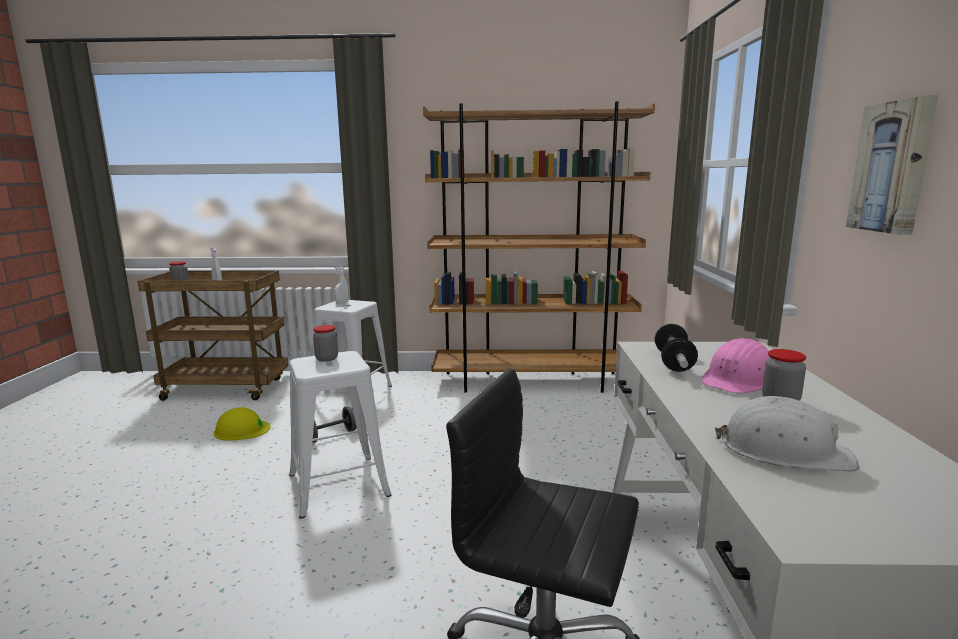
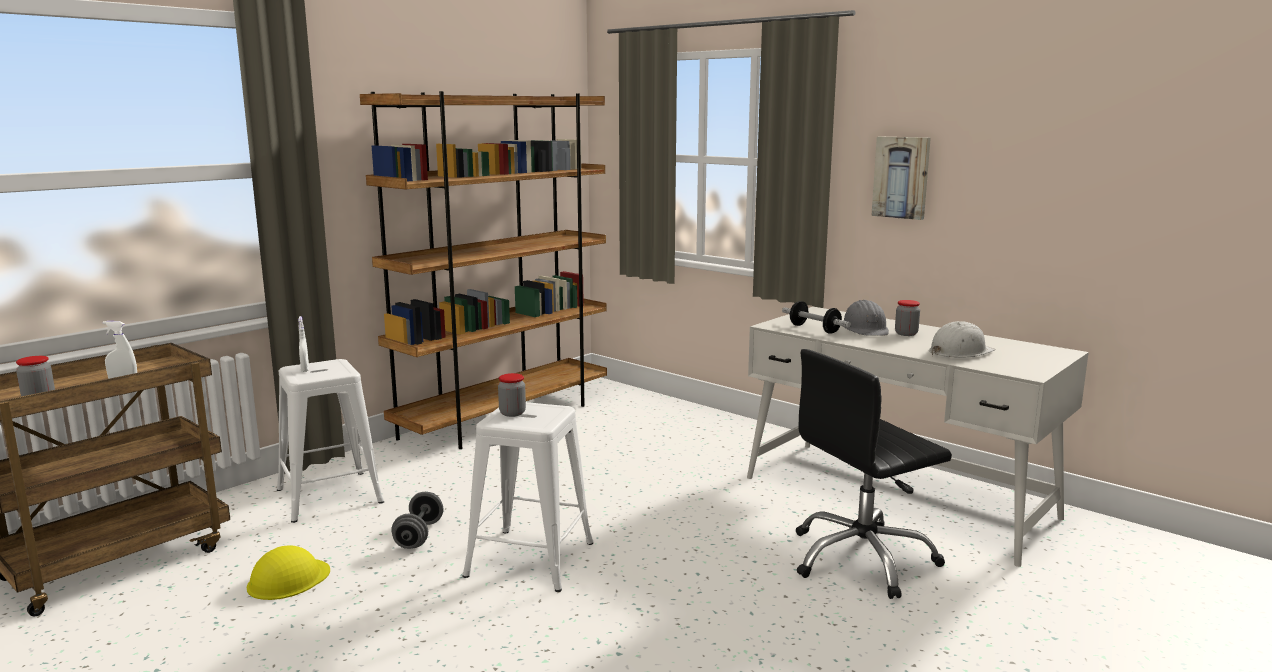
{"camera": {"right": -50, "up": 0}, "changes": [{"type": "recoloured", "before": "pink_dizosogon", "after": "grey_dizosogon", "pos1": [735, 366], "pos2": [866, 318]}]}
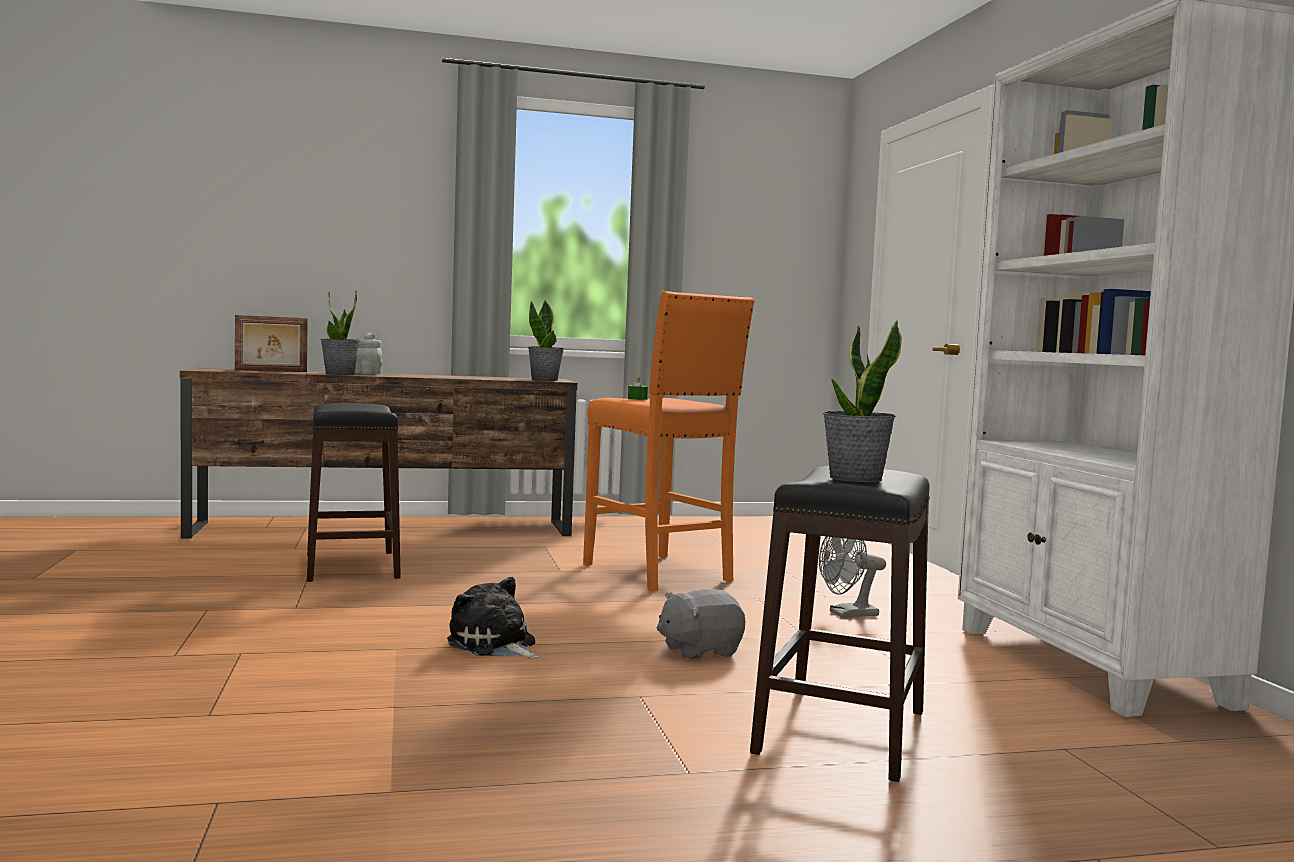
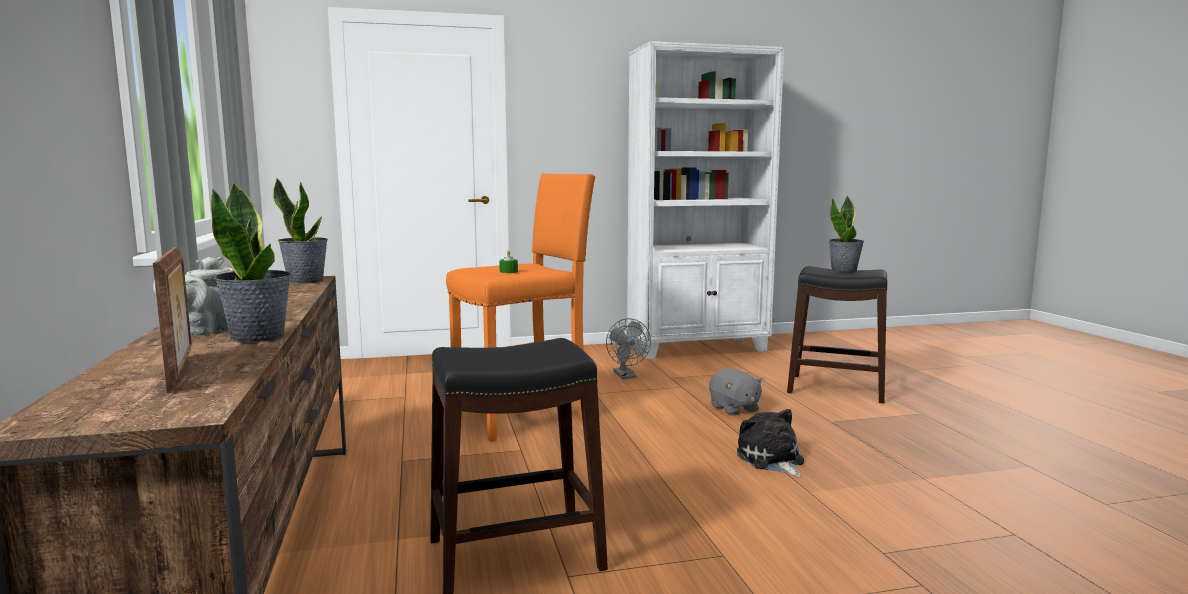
{"camera": {"right": -90, "up": 5}, "changes": [{"type": "turned", "before": "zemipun", "pos1": [492, 617], "pos2": [770, 443], "turn": 120}]}
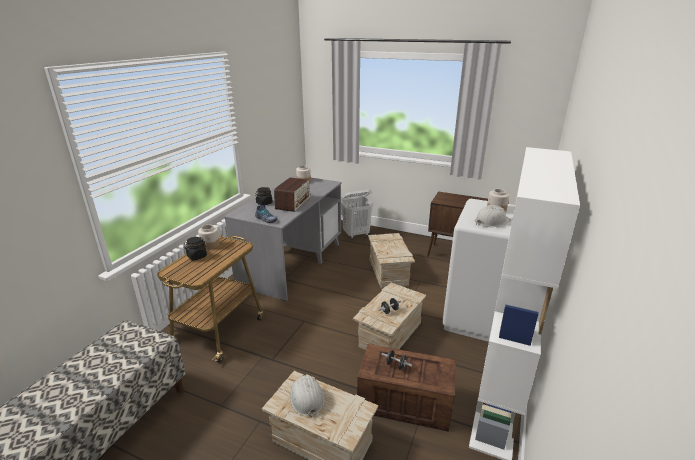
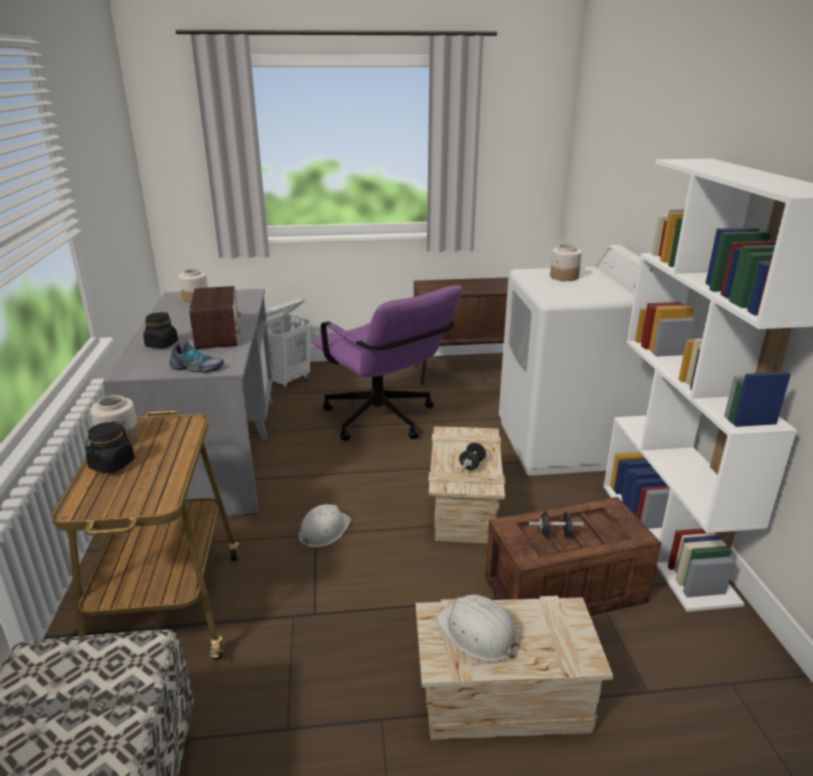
{"camera": {"right": -30, "up": 0}, "changes": [{"type": "moved", "before": "white_dizosogon", "pos1": [493, 216], "pos2": [325, 525]}, {"type": "replaced", "before": "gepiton", "after": "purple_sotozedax", "pos1": [391, 260], "pos2": [387, 363]}]}
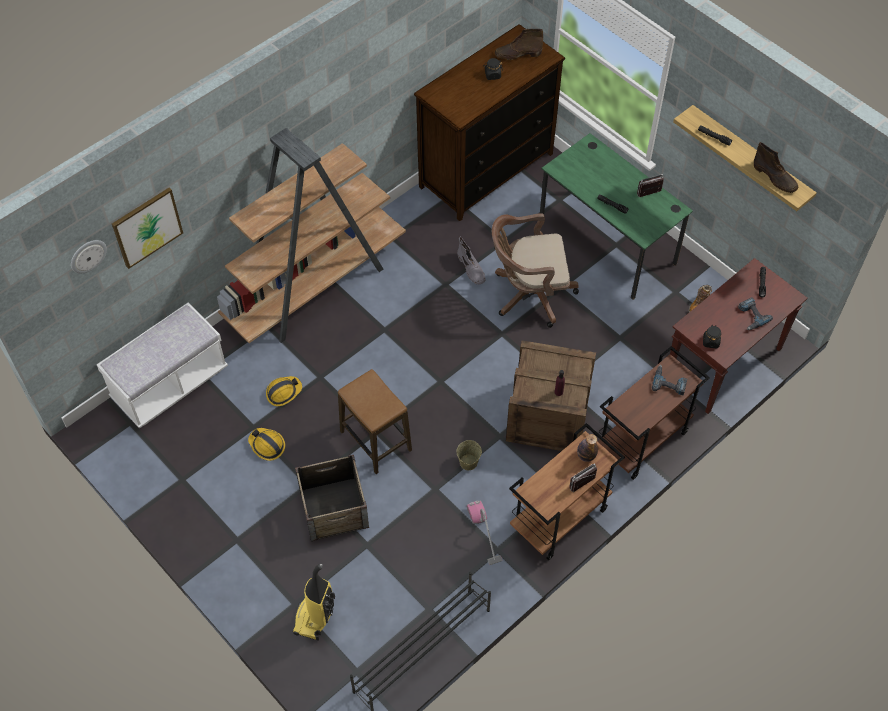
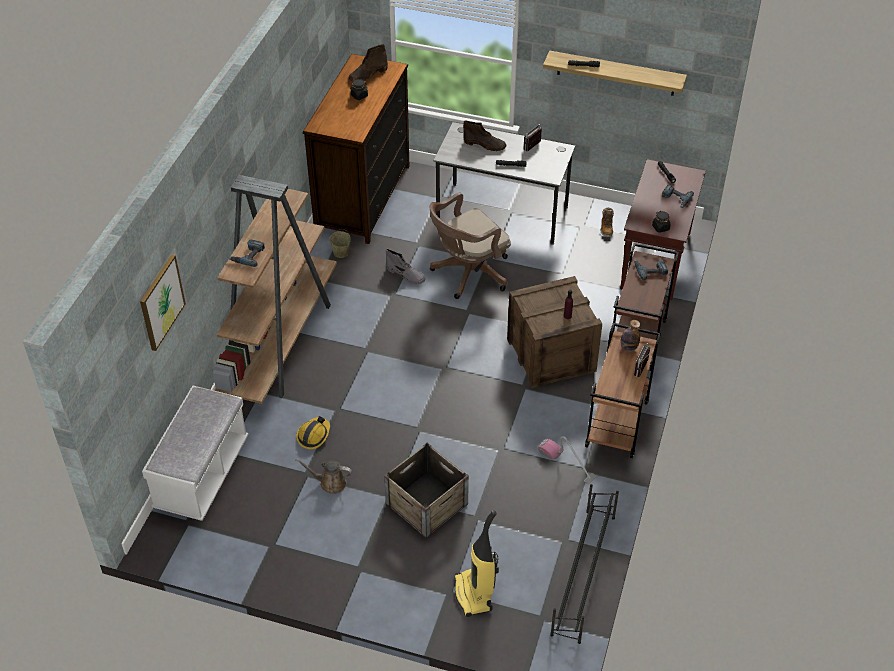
{"camera": {"right": -30, "up": -10}, "changes": [{"type": "recoloured", "before": "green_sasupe", "after": "grey_sasupe", "pos1": [616, 216], "pos2": [504, 183]}, {"type": "moved", "before": "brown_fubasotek", "pos1": [776, 167], "pos2": [484, 136]}, {"type": "removed", "before": "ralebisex", "pos1": [89, 257]}, {"type": "removed", "before": "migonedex", "pos1": [375, 421]}, {"type": "replaced", "before": "dizosogon", "after": "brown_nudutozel", "pos1": [266, 444], "pos2": [323, 476]}, {"type": "moved", "before": "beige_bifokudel", "pos1": [469, 455], "pos2": [340, 243]}, {"type": "added", "after": "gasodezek", "pos2": [247, 253]}]}
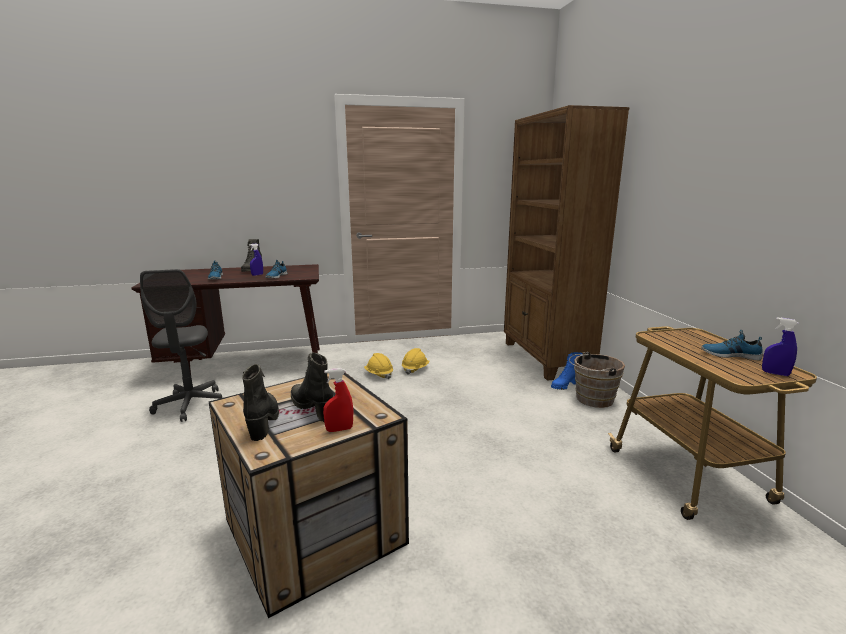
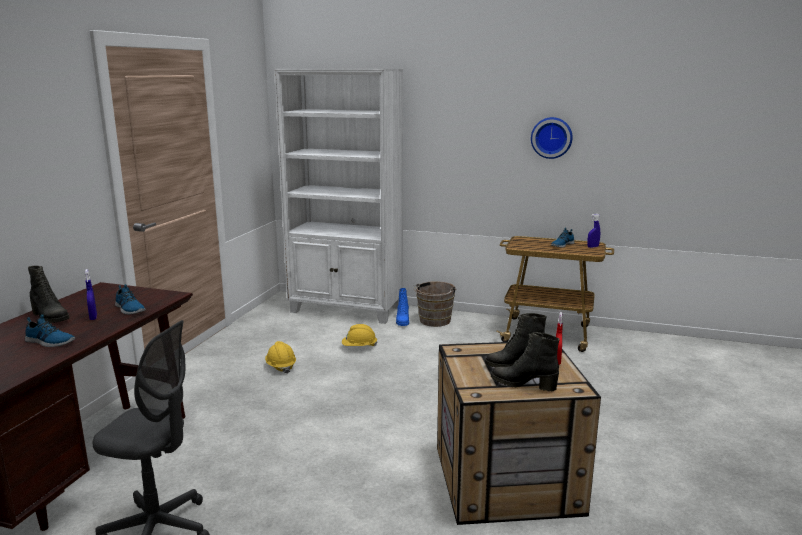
{"camera": {"right": -60, "up": 0}, "changes": [{"type": "recoloured", "before": "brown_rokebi", "after": "white_rokebi", "pos1": [566, 243], "pos2": [338, 196]}, {"type": "moved", "before": "yellow_dizosogon", "pos1": [378, 366], "pos2": [360, 335]}, {"type": "added", "after": "ralebisex", "pos2": [552, 138]}]}
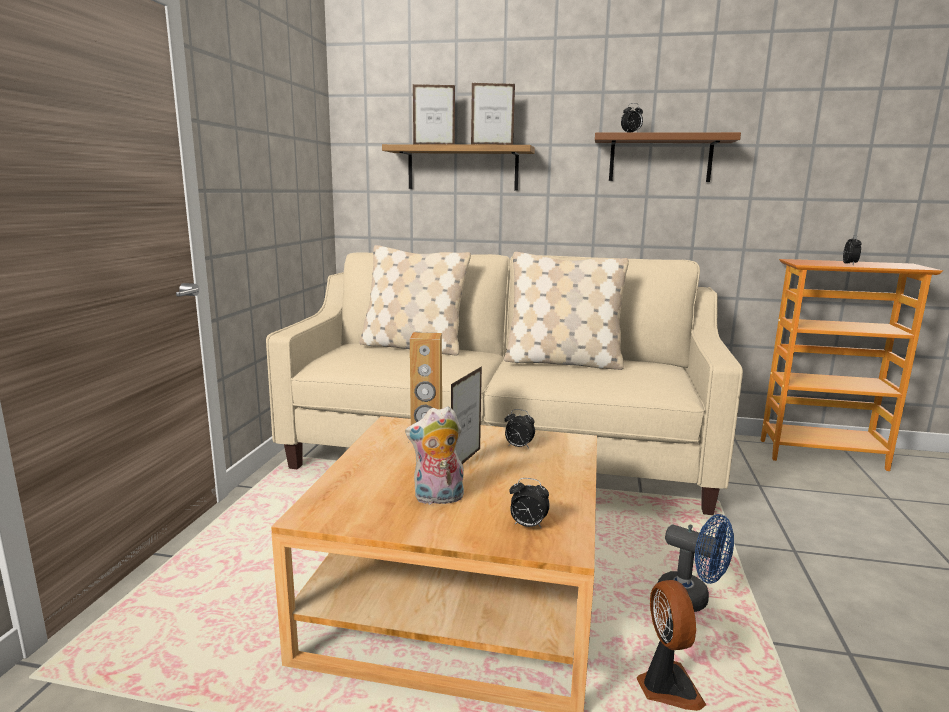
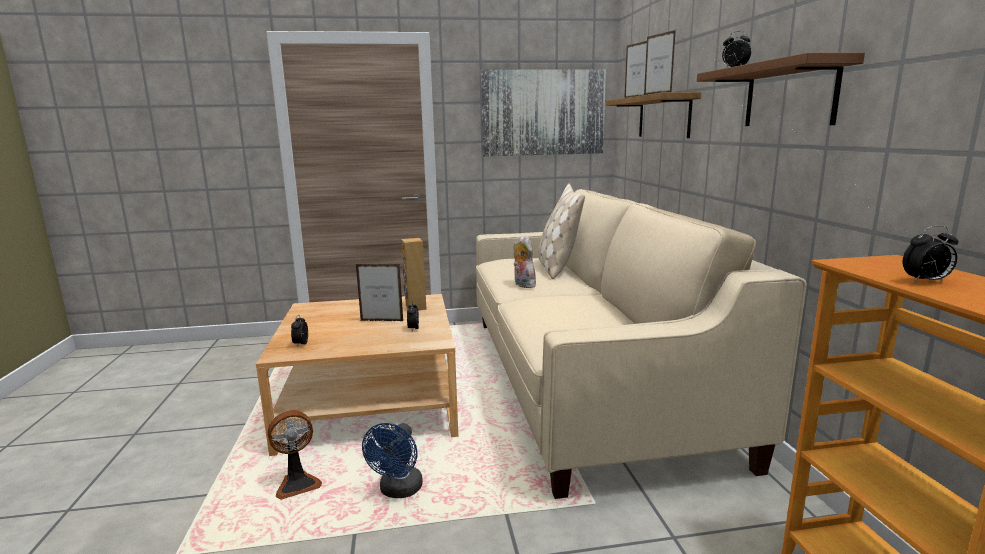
{"camera": {"right": 70, "up": 0}, "changes": [{"type": "removed", "before": "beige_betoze", "pos1": [566, 311]}, {"type": "moved", "before": "zemipun", "pos1": [434, 456], "pos2": [525, 262]}, {"type": "added", "after": "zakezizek", "pos2": [543, 113]}]}
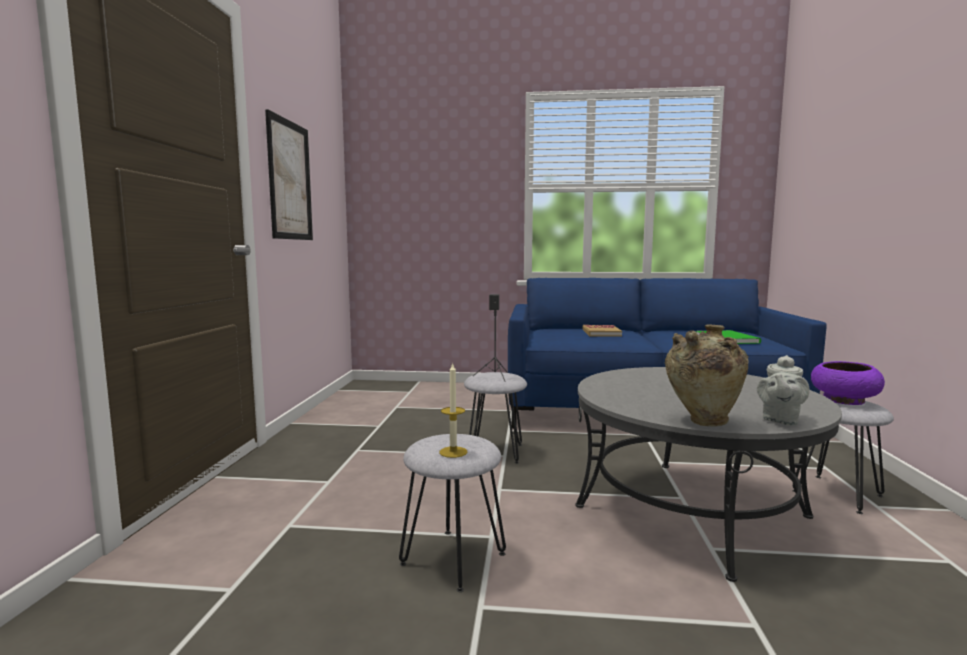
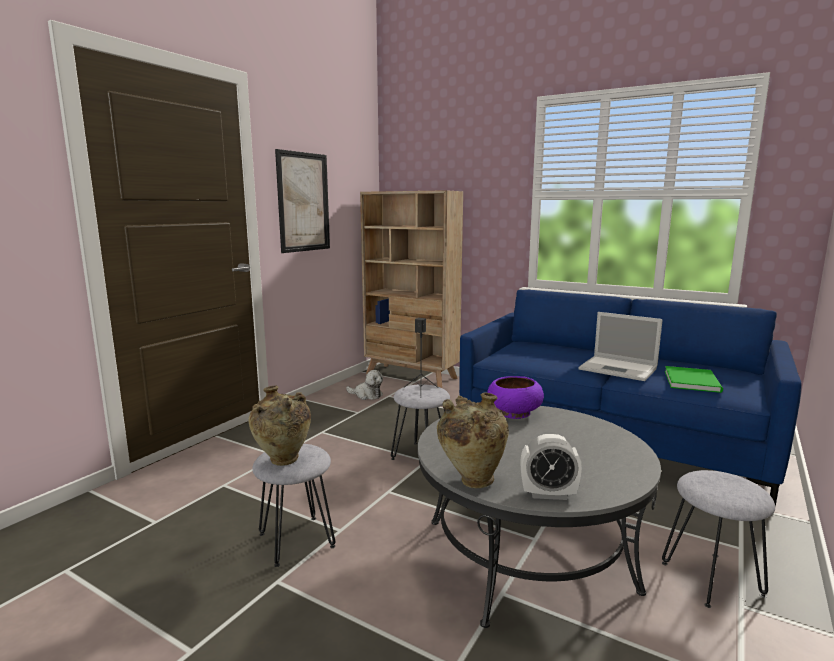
{"camera": {"right": 25, "up": 5}, "changes": [{"type": "removed", "before": "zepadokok", "pos1": [602, 331]}, {"type": "replaced", "before": "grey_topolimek", "after": "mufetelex", "pos1": [783, 390], "pos2": [551, 467]}, {"type": "moved", "before": "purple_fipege", "pos1": [848, 383], "pos2": [515, 397]}, {"type": "replaced", "before": "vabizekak", "after": "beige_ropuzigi", "pos1": [453, 410], "pos2": [280, 426]}, {"type": "added", "after": "beige_rokebi", "pos2": [411, 289]}, {"type": "added", "after": "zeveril", "pos2": [621, 346]}, {"type": "added", "after": "zemipun", "pos2": [364, 385]}]}
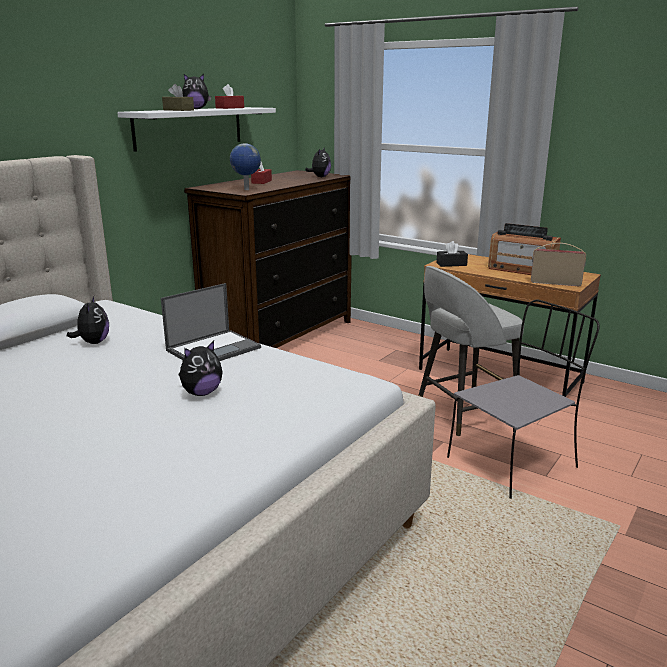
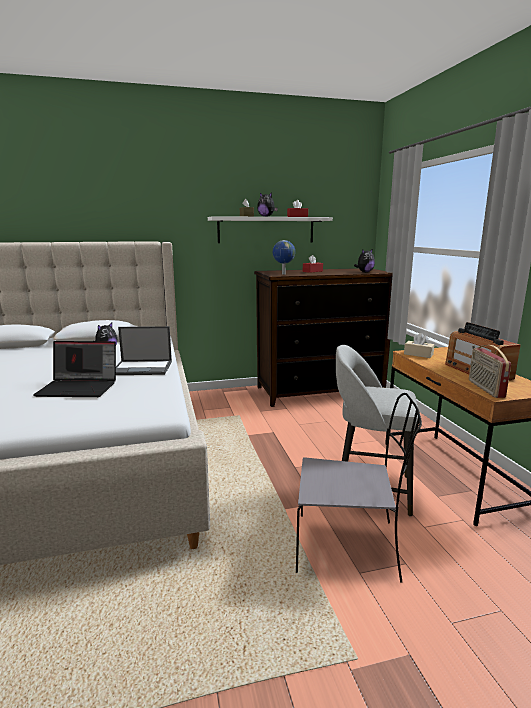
{"camera": {"right": 40, "up": -5}, "changes": [{"type": "recoloured", "before": "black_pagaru", "after": "beige_pagaru", "pos1": [452, 254], "pos2": [419, 345]}, {"type": "turned", "before": "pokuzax", "pos1": [558, 264], "pos2": [490, 371], "turn": -150}, {"type": "replaced", "before": "zemipun", "after": "zeveril", "pos1": [200, 368], "pos2": [74, 369]}]}
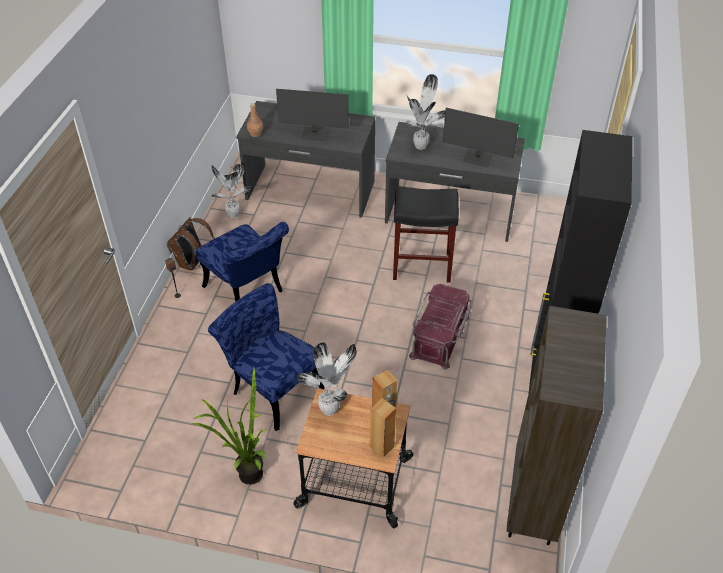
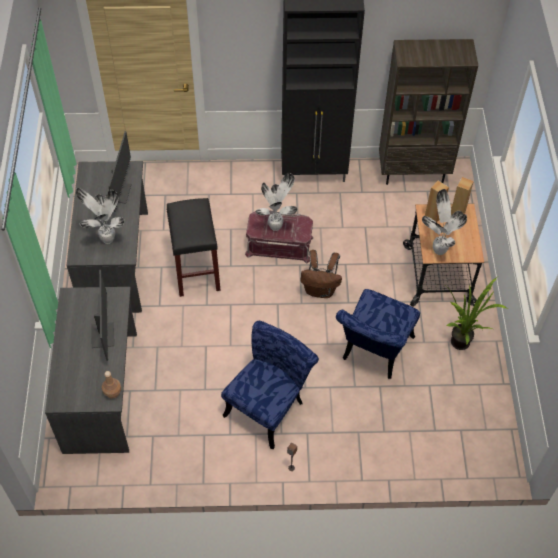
{"camera": {"right": -105, "up": 10}, "changes": [{"type": "moved", "before": "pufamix", "pos1": [231, 191], "pos2": [276, 202]}, {"type": "moved", "before": "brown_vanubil", "pos1": [191, 243], "pos2": [321, 274]}]}
